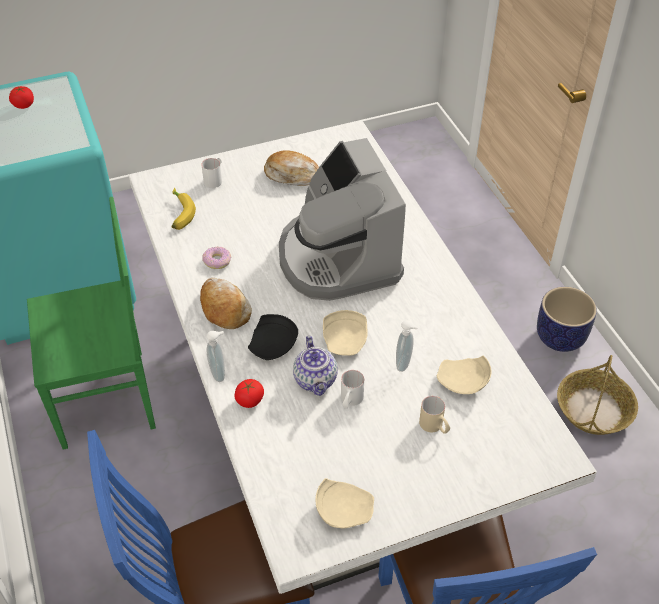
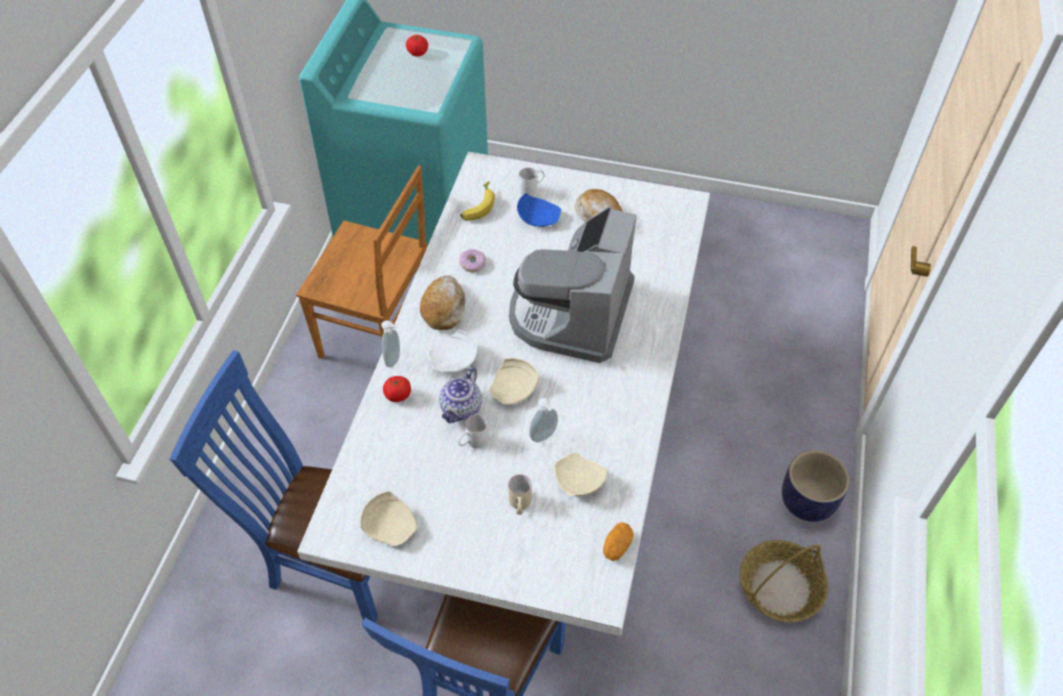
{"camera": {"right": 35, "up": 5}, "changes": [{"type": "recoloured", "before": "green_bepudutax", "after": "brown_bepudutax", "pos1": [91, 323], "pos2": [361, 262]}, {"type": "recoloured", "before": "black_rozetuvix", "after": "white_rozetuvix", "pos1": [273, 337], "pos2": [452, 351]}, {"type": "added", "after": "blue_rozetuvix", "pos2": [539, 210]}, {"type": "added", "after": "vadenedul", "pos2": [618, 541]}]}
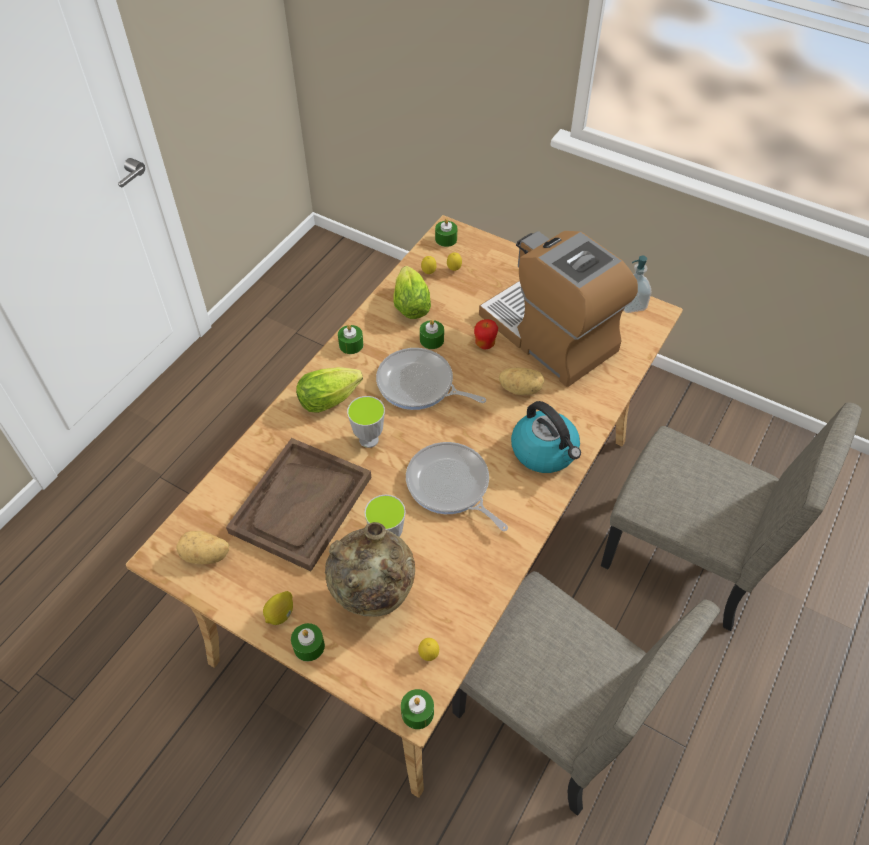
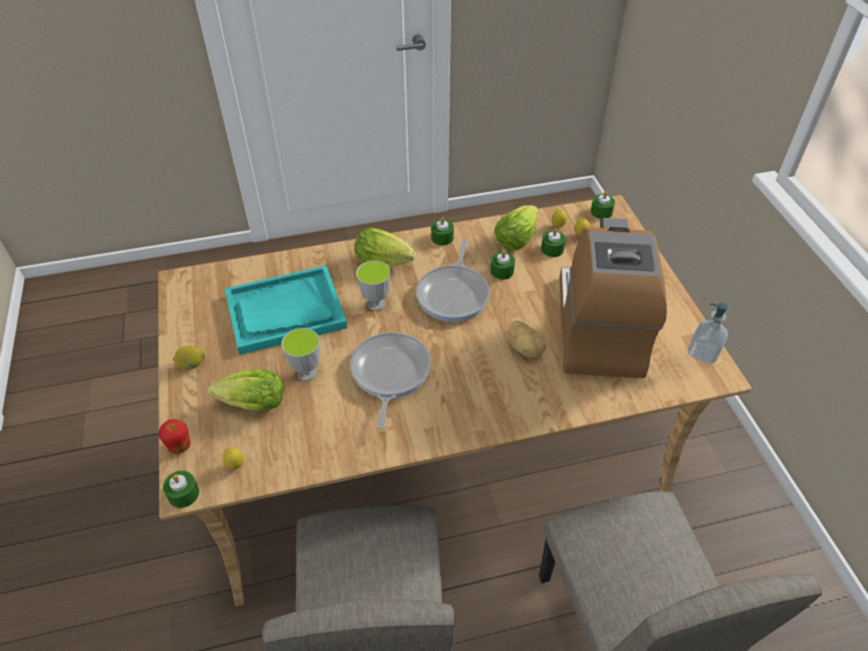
{"camera": {"right": 45, "up": -5}, "changes": [{"type": "moved", "before": "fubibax", "pos1": [486, 334], "pos2": [174, 436]}, {"type": "turned", "before": "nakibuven", "pos1": [431, 379], "pos2": [453, 281], "turn": -150}, {"type": "removed", "before": "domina", "pos1": [546, 437]}, {"type": "recoloured", "before": "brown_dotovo", "after": "turquoise_dotovo", "pos1": [298, 504], "pos2": [286, 310]}, {"type": "replaced", "before": "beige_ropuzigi", "after": "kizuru", "pos1": [370, 569], "pos2": [246, 390]}, {"type": "removed", "before": "vadenedul", "pos1": [202, 547]}, {"type": "moved", "before": "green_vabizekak", "pos1": [308, 642], "pos2": [553, 242]}]}
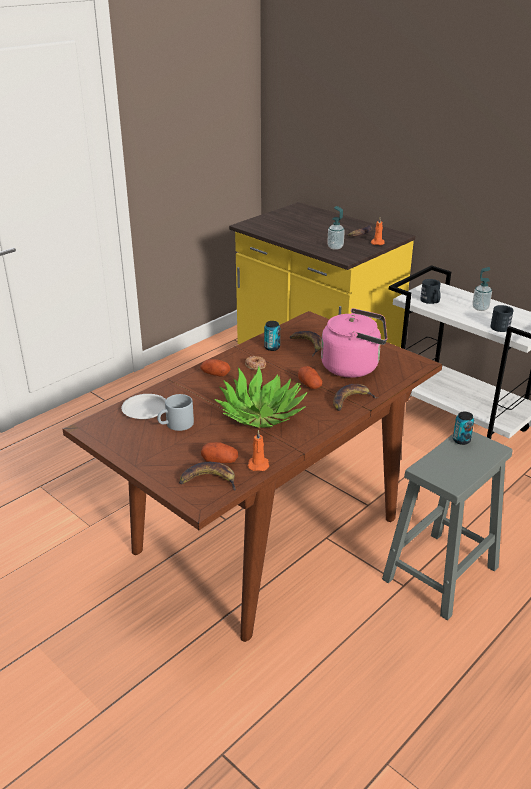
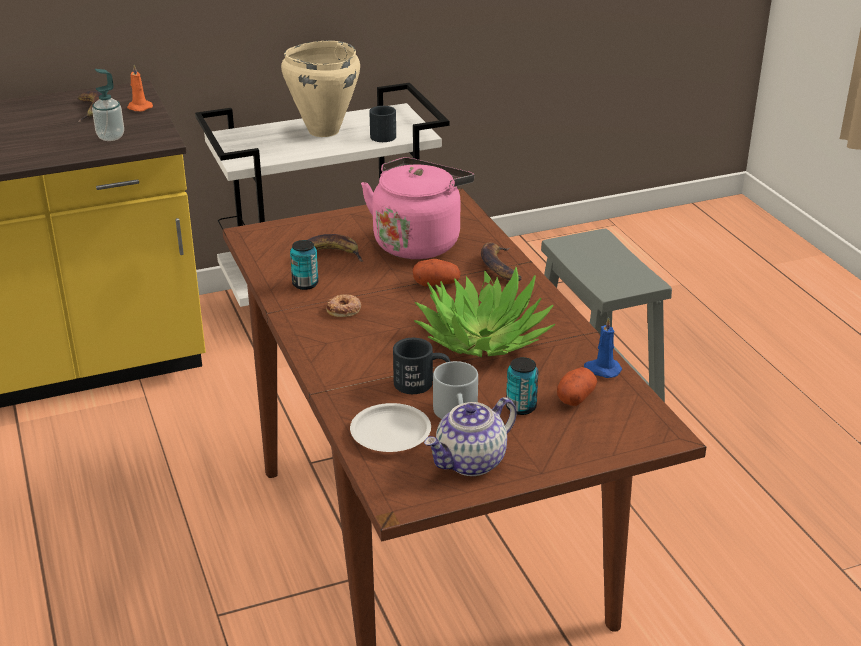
{"camera": {"right": -65, "up": 0}, "changes": [{"type": "replaced", "before": "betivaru", "after": "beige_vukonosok", "pos1": [482, 289], "pos2": [320, 89]}, {"type": "moved", "before": "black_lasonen", "pos1": [430, 291], "pos2": [421, 366]}, {"type": "removed", "before": "vadenedul", "pos1": [215, 368]}, {"type": "moved", "before": "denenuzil", "pos1": [463, 428], "pos2": [522, 386]}, {"type": "recoloured", "before": "orange_vabizekak", "after": "blue_vabizekak", "pos1": [258, 450], "pos2": [603, 347]}, {"type": "removed", "before": "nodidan", "pos1": [207, 476]}, {"type": "added", "after": "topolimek", "pos2": [470, 436]}]}
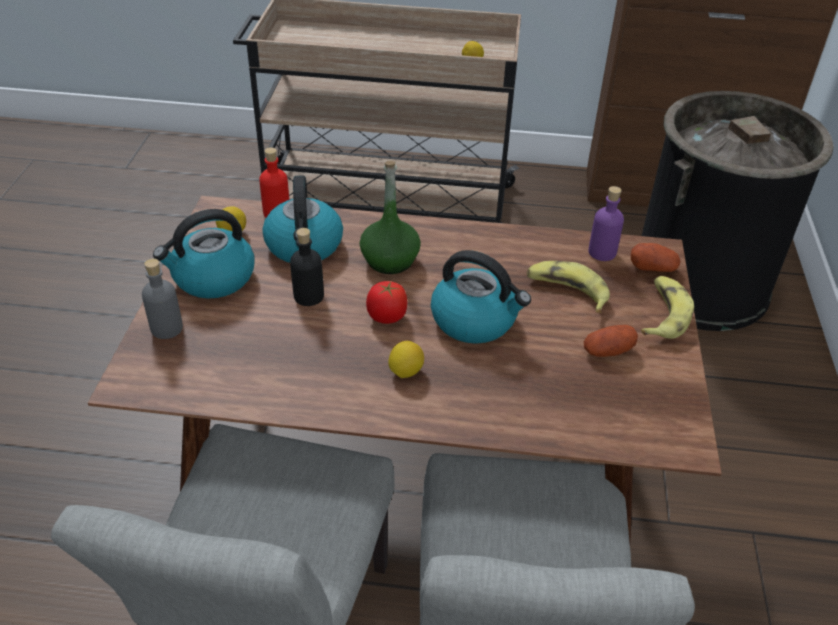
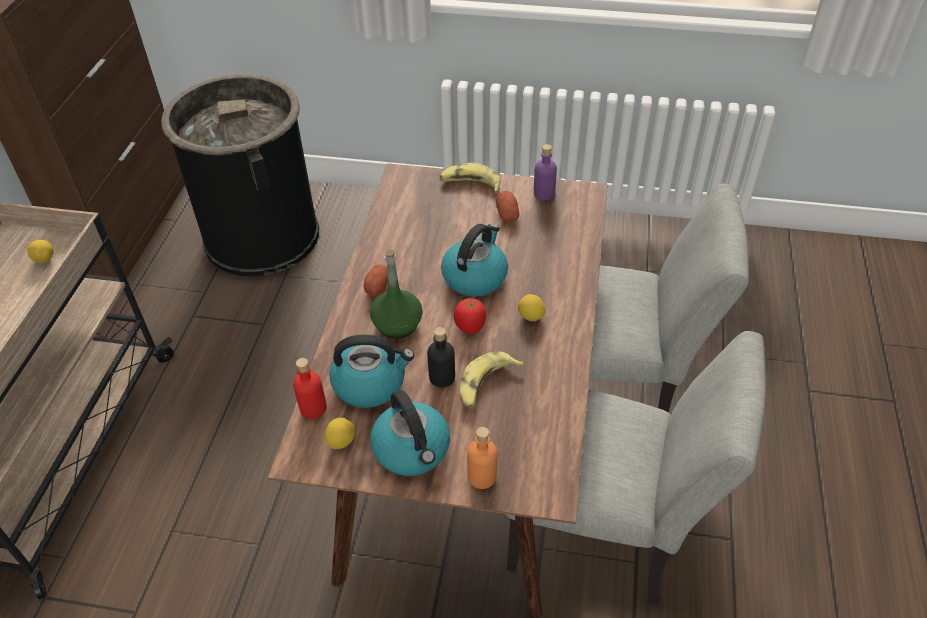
{"camera": {"right": -85, "up": 5}, "changes": [{"type": "moved", "before": "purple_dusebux", "pos1": [606, 223], "pos2": [545, 172]}, {"type": "moved", "before": "vadenedul", "pos1": [656, 257], "pos2": [376, 280]}, {"type": "recoloured", "before": "grey_dusebux", "after": "orange_dusebux", "pos1": [162, 299], "pos2": [482, 458]}, {"type": "moved", "before": "nodidan", "pos1": [568, 287], "pos2": [491, 381]}]}
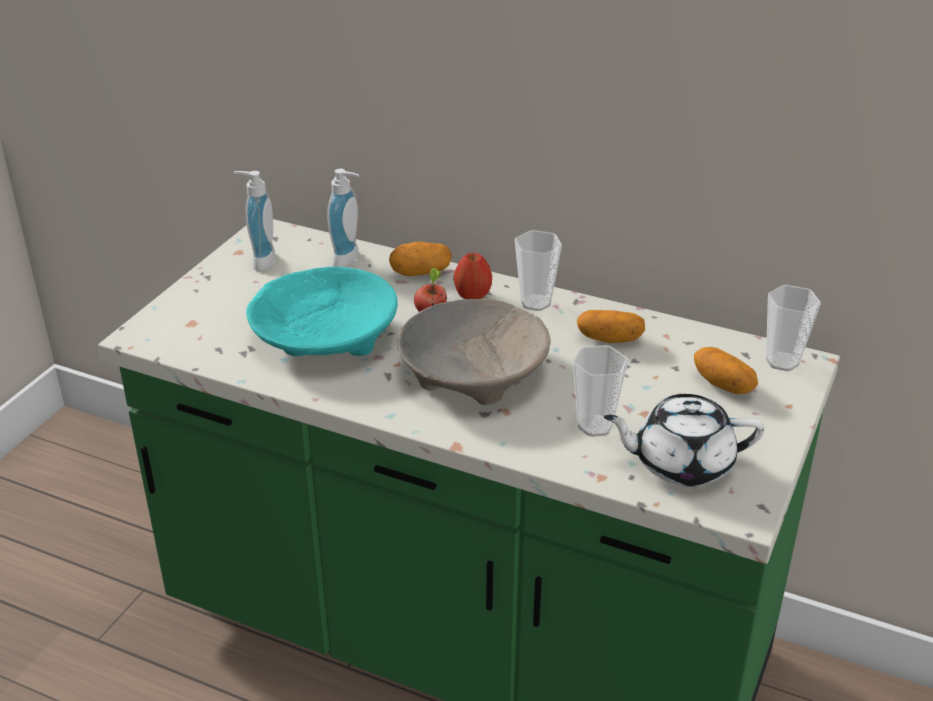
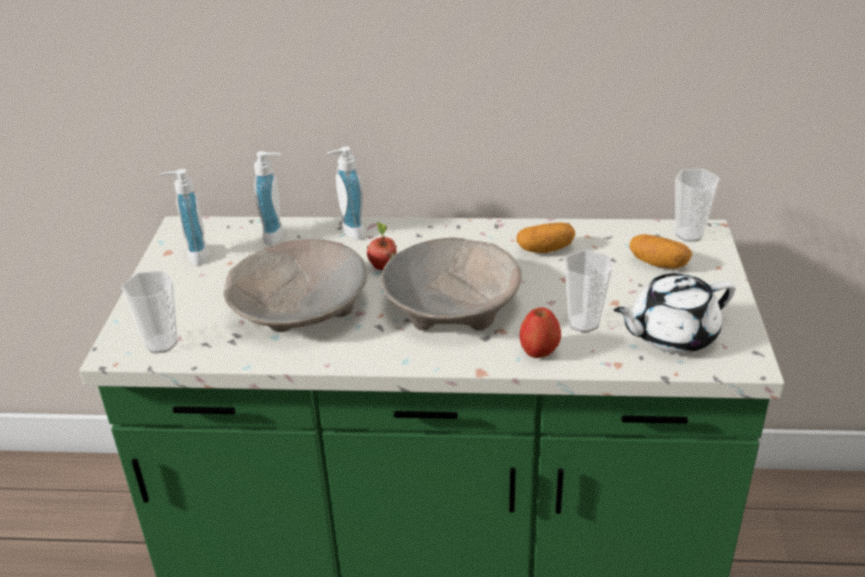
{"camera": {"right": -20, "up": 0}, "changes": [{"type": "moved", "before": "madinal", "pos1": [538, 270], "pos2": [149, 312]}, {"type": "replaced", "before": "vadenedul", "after": "betivaru", "pos1": [420, 258], "pos2": [345, 193]}, {"type": "moved", "before": "fubibax", "pos1": [473, 276], "pos2": [540, 332]}, {"type": "recoloured", "before": "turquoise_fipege", "after": "beige_fipege", "pos1": [322, 311], "pos2": [295, 285]}]}
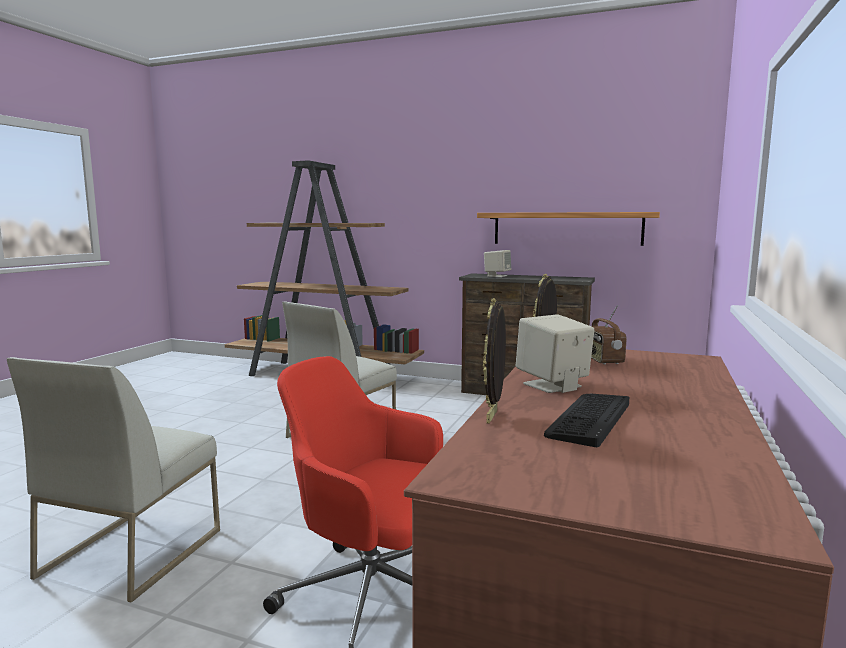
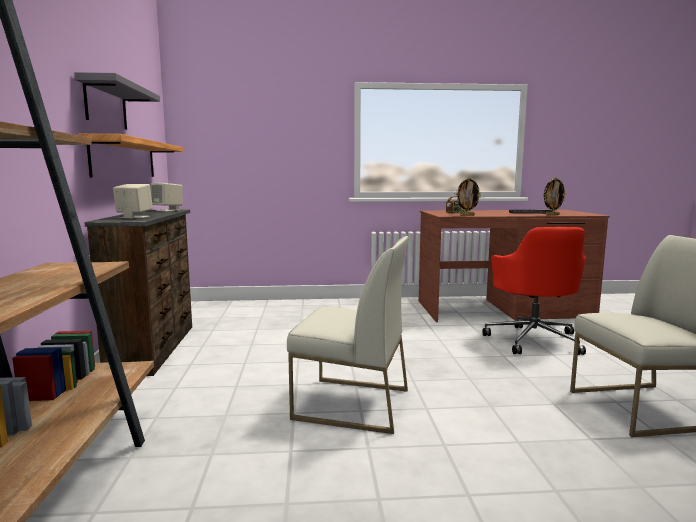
{"camera": {"right": -115, "up": 0}, "changes": [{"type": "moved", "before": "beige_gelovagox", "pos1": [555, 353], "pos2": [167, 197]}, {"type": "added", "after": "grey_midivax", "pos2": [117, 100]}]}
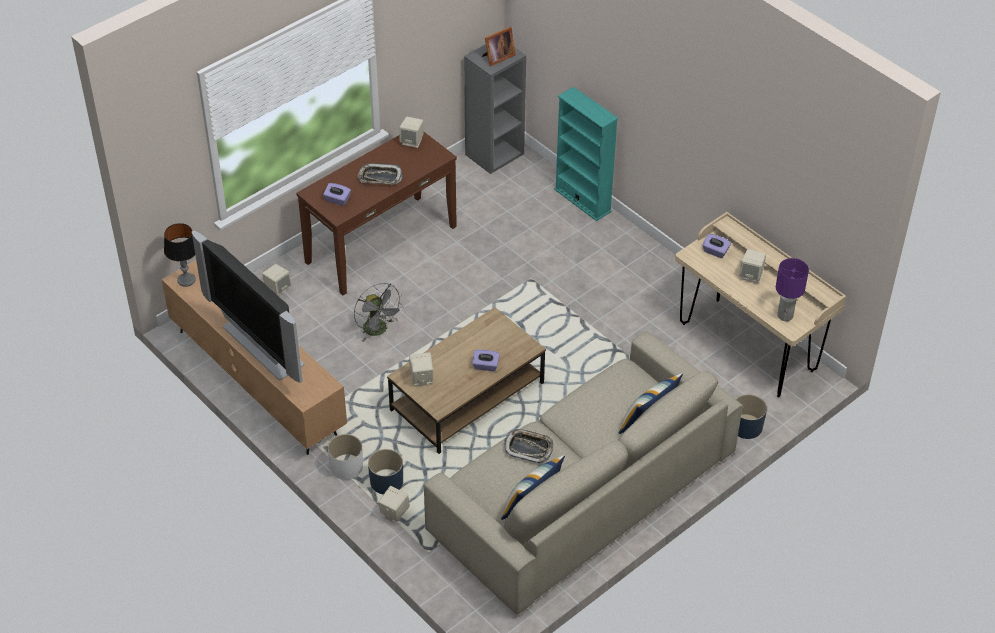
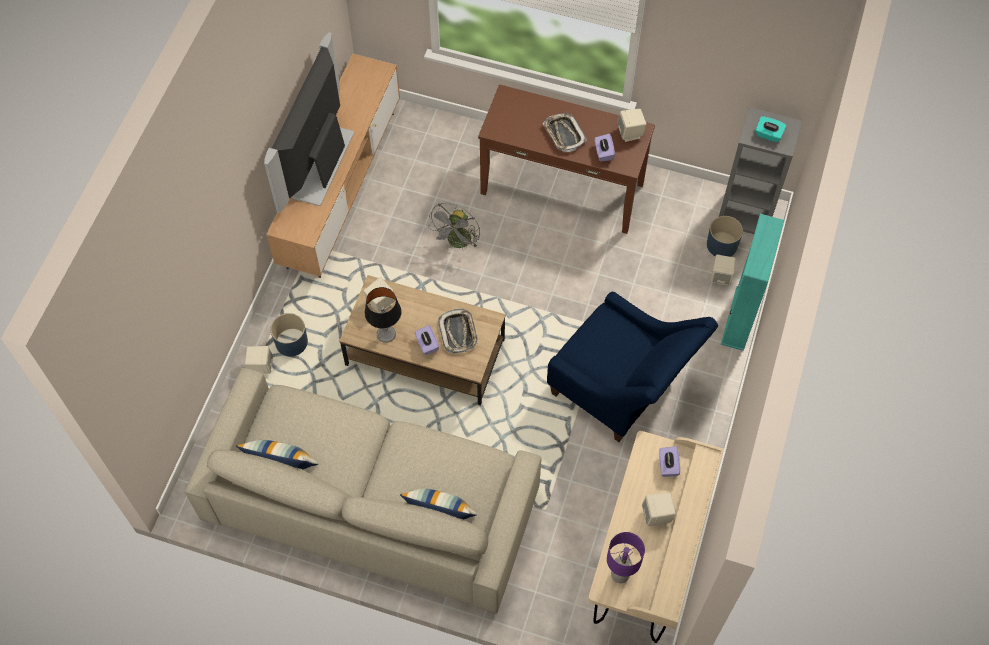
{"camera": {"right": 60, "up": 15}, "changes": [{"type": "replaced", "before": "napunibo", "after": "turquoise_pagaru", "pos1": [499, 46], "pos2": [771, 129]}, {"type": "moved", "before": "purple_pagaru", "pos1": [337, 194], "pos2": [605, 148]}, {"type": "moved", "before": "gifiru", "pos1": [180, 255], "pos2": [383, 315]}, {"type": "moved", "before": "beige_gelovagox", "pos1": [276, 280], "pos2": [723, 269]}, {"type": "moved", "before": "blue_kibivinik", "pos1": [751, 416], "pos2": [725, 236]}, {"type": "moved", "before": "dotovo", "pos1": [529, 446], "pos2": [458, 330]}, {"type": "removed", "before": "white_kibivinik", "pos1": [345, 457]}, {"type": "added", "after": "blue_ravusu", "pos2": [632, 366]}]}
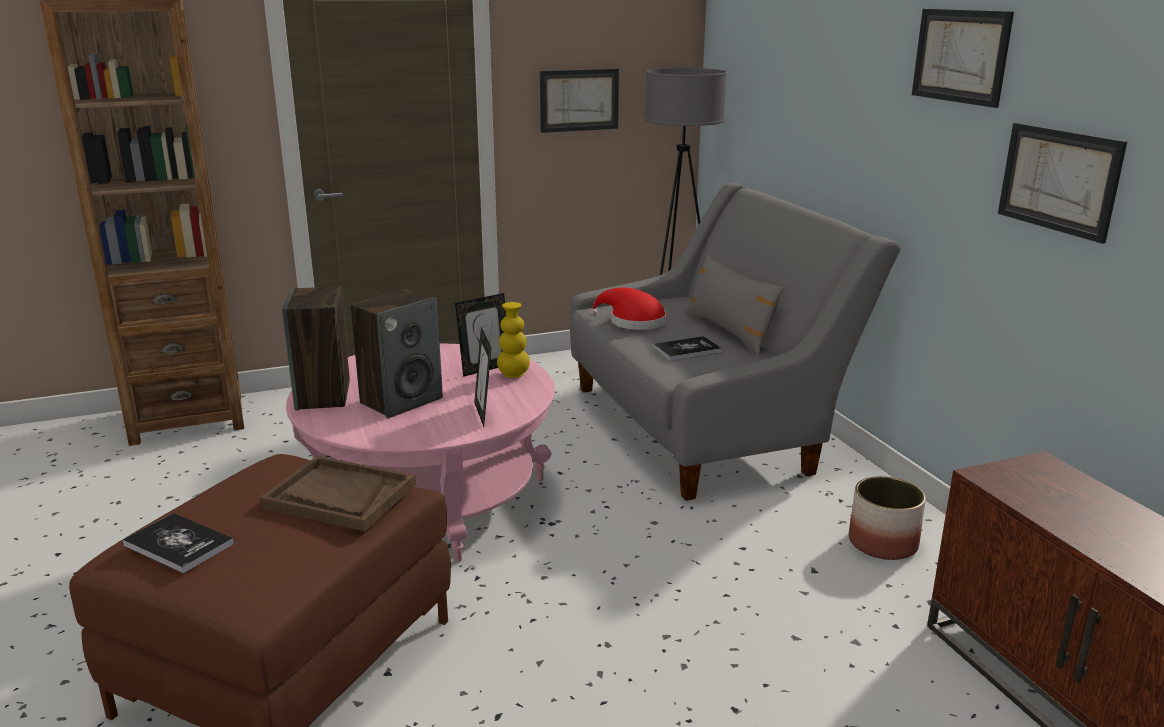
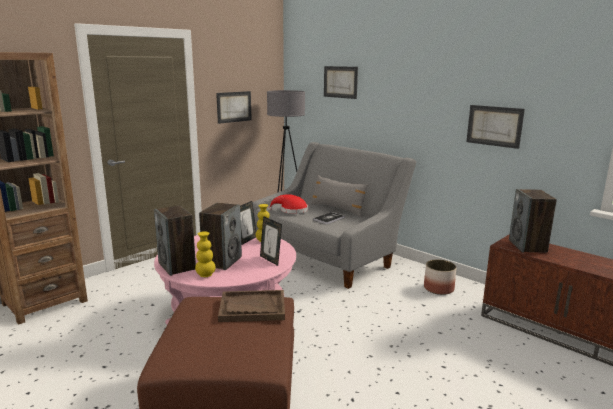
{"camera": {"right": -25, "up": -5}, "changes": [{"type": "moved", "before": "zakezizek", "pos1": [963, 58], "pos2": [341, 82]}, {"type": "removed", "before": "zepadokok", "pos1": [178, 543]}, {"type": "added", "after": "gelovagox", "pos2": [533, 221]}, {"type": "added", "after": "yellow_ropuzigi", "pos2": [205, 254]}]}
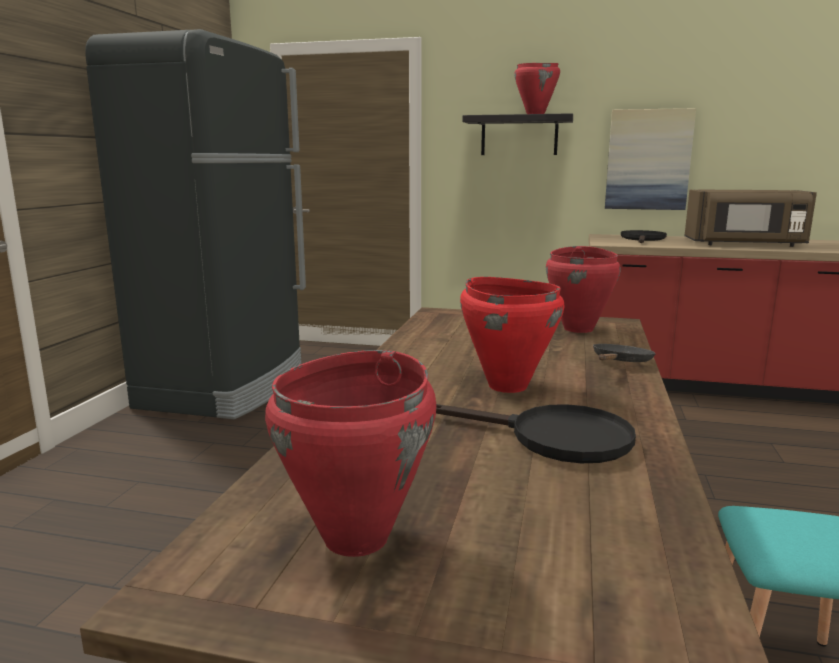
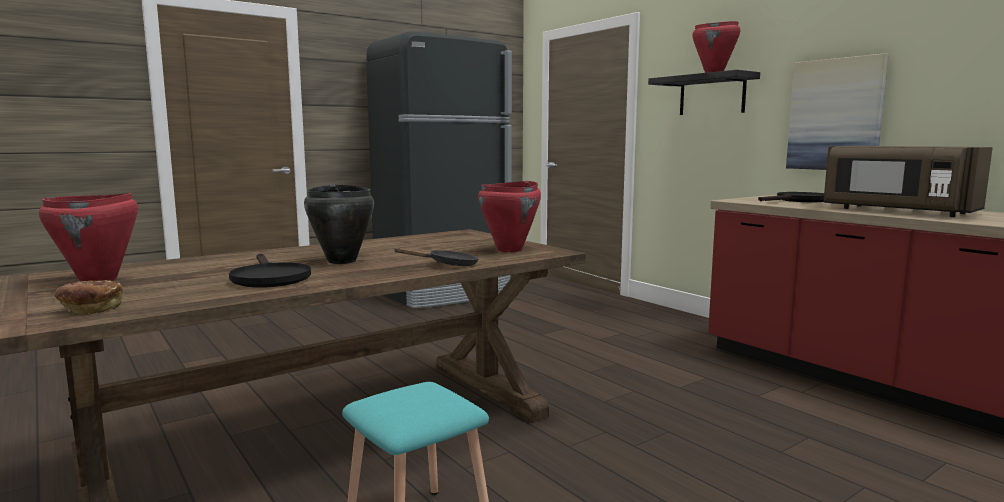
{"camera": {"right": 40, "up": -5}, "changes": [{"type": "recoloured", "before": "red_vukonosok", "after": "black_vukonosok", "pos1": [512, 335], "pos2": [339, 224]}, {"type": "added", "after": "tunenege", "pos2": [88, 297]}]}
